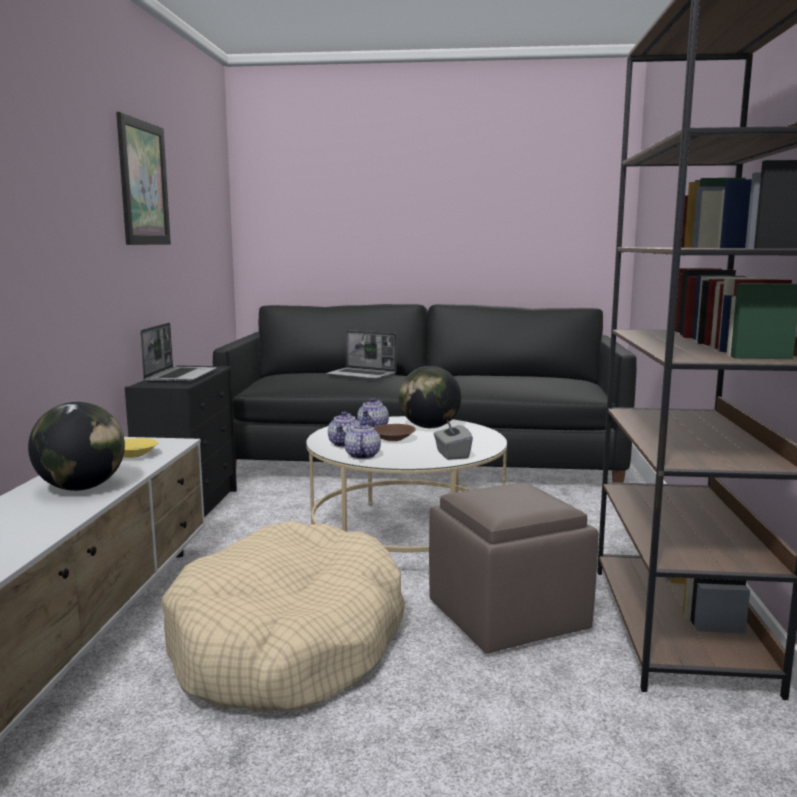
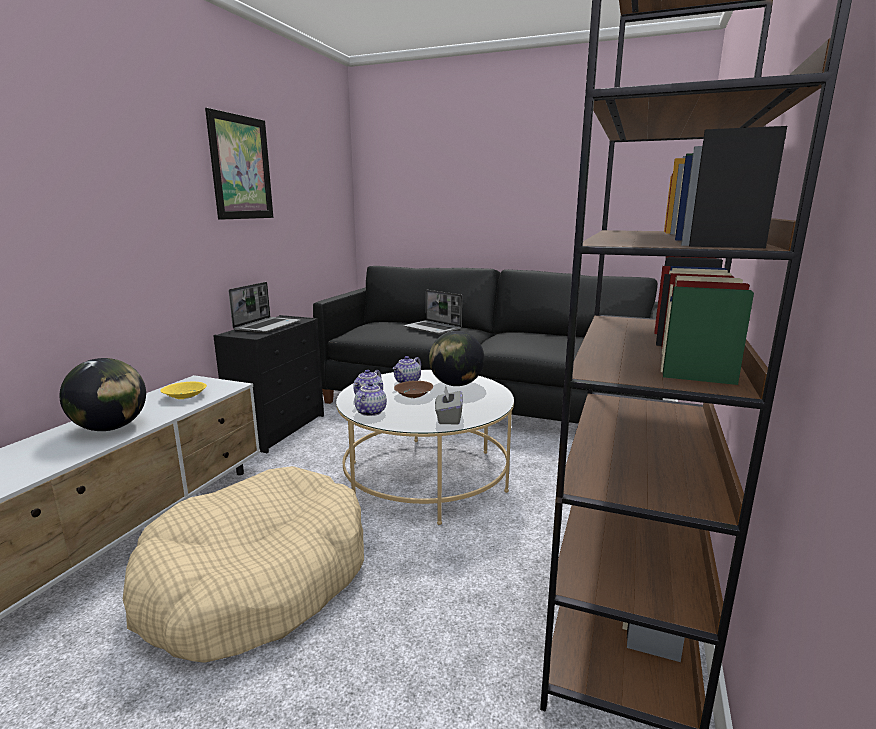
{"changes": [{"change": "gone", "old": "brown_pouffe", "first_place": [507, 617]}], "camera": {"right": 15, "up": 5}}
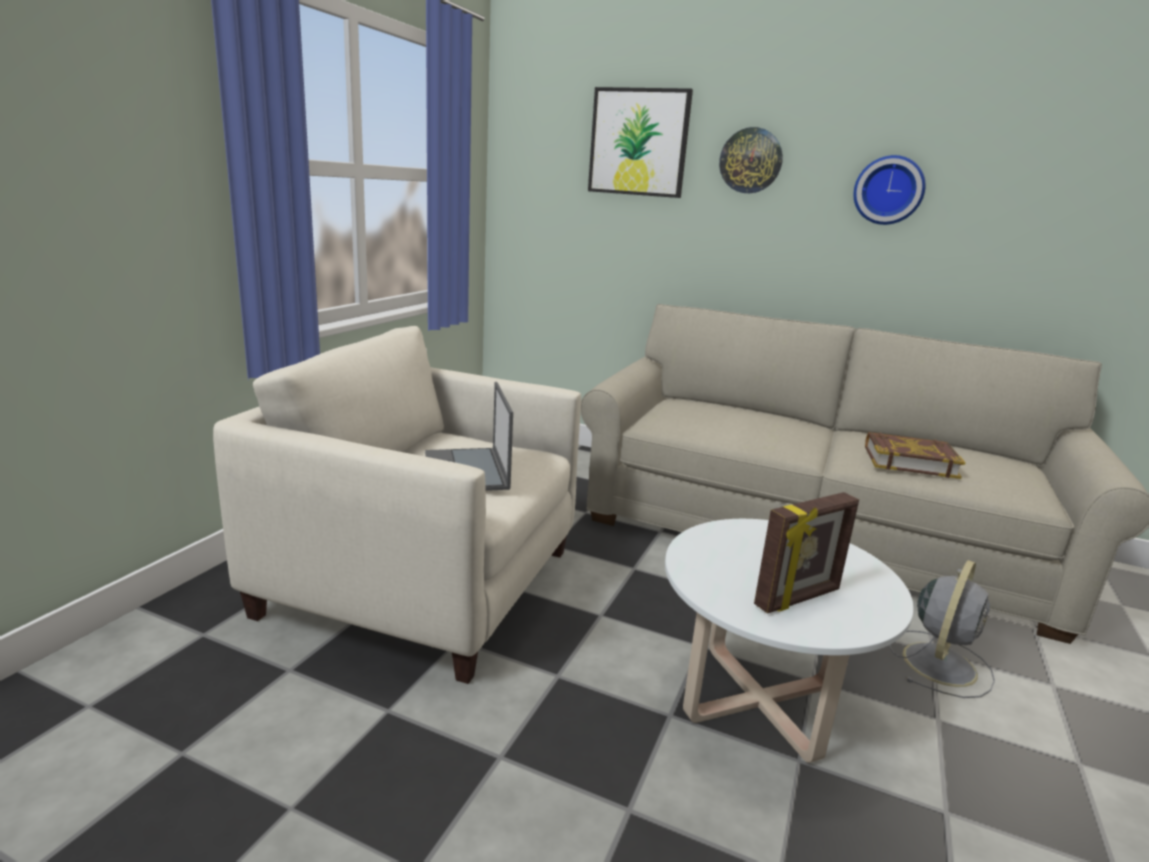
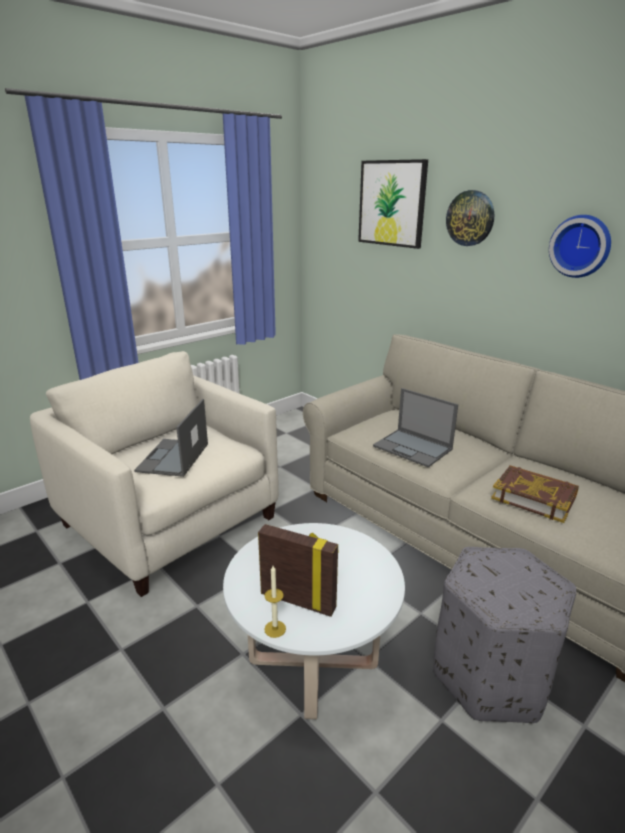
{"changes": [{"change": "rotated", "old": "picture_frame", "first_place": [798, 598], "second_place": [298, 600], "degrees": -150}, {"change": "new", "new": "candle", "second_place": [275, 629]}, {"change": "new", "new": "laptop", "second_place": [413, 448]}, {"change": "swapped", "old": "grey_cooling_fan", "new": "grey_pouffe", "first_place": [940, 662], "second_place": [491, 675]}], "camera": {"right": 25, "up": 5}}
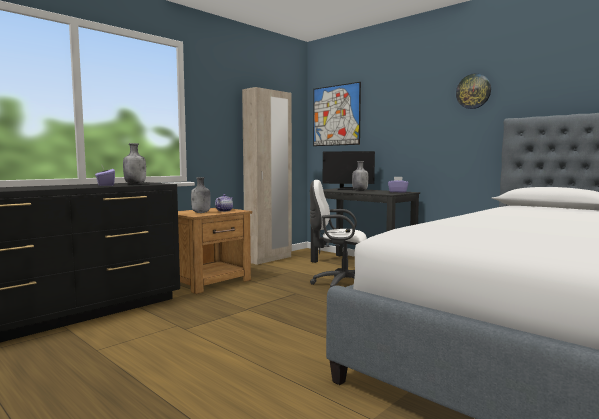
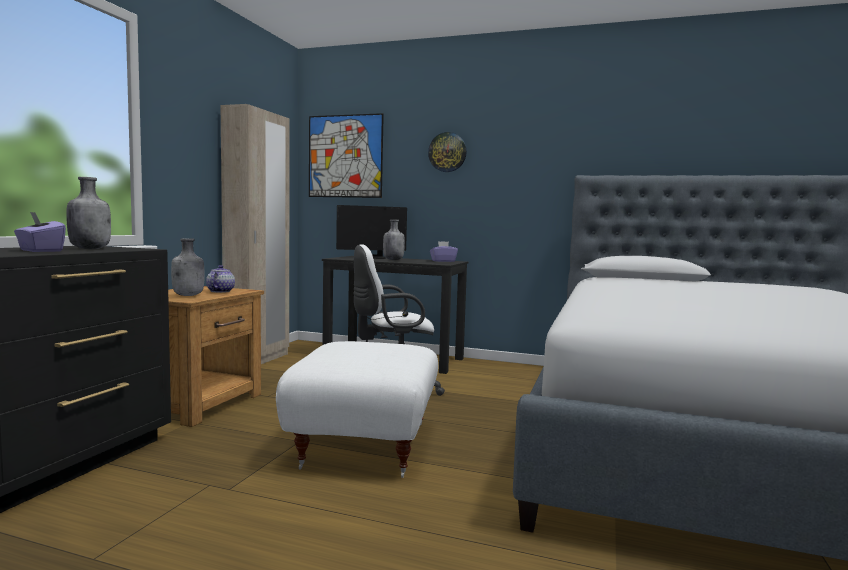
{"changes": [{"change": "new", "new": "white_pouffe", "second_place": [363, 444]}, {"change": "shifted", "old": "hanging_clock", "first_place": [473, 91], "second_place": [447, 152]}], "camera": {"right": -25, "up": 0}}
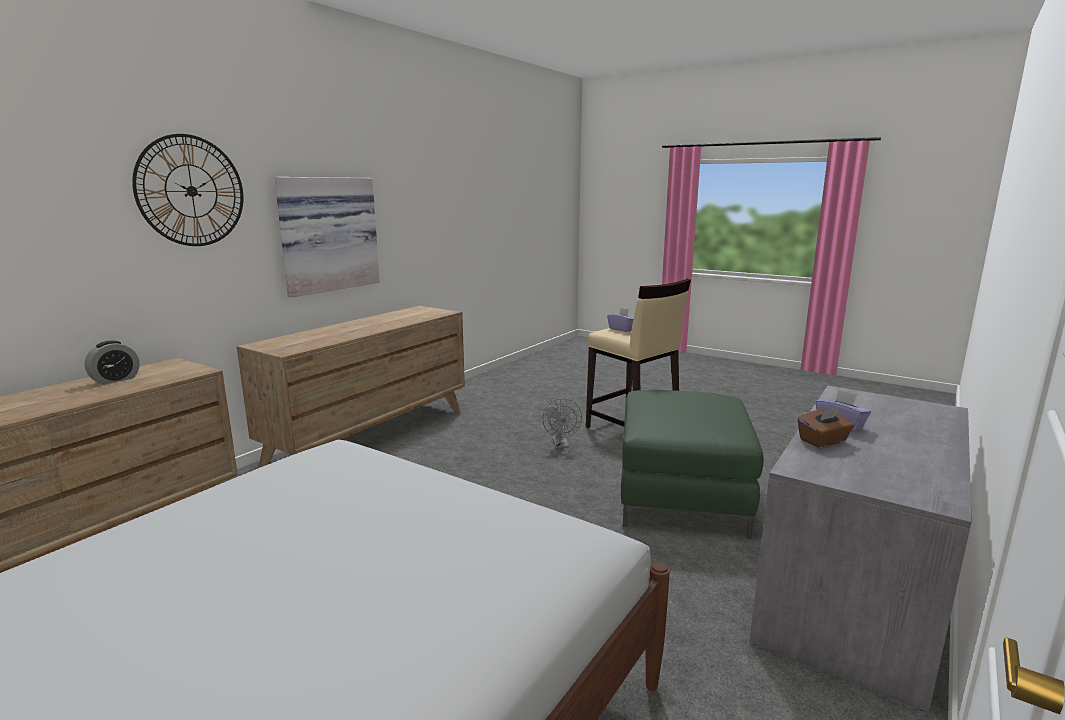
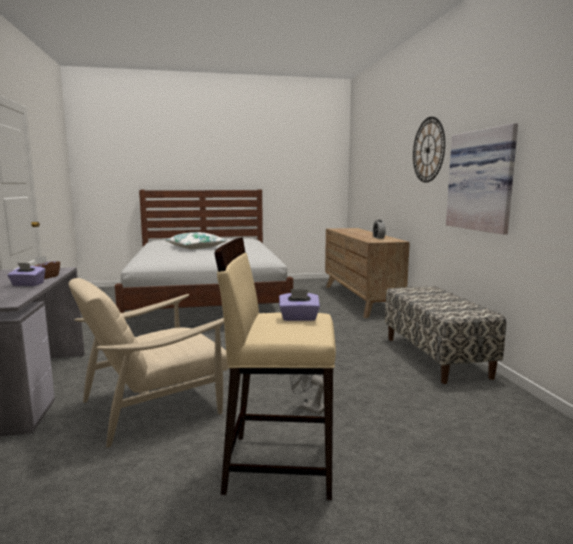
{"changes": [{"change": "swapped", "old": "greenish_pouffe", "new": "beige_easy_chair", "first_place": [681, 495], "second_place": [155, 405]}, {"change": "new", "new": "white_pillow", "second_place": [196, 247]}, {"change": "swapped", "old": "brown_drawer_chest", "new": "bench", "first_place": [371, 435], "second_place": [436, 357]}], "camera": {"right": 135, "up": -5}}
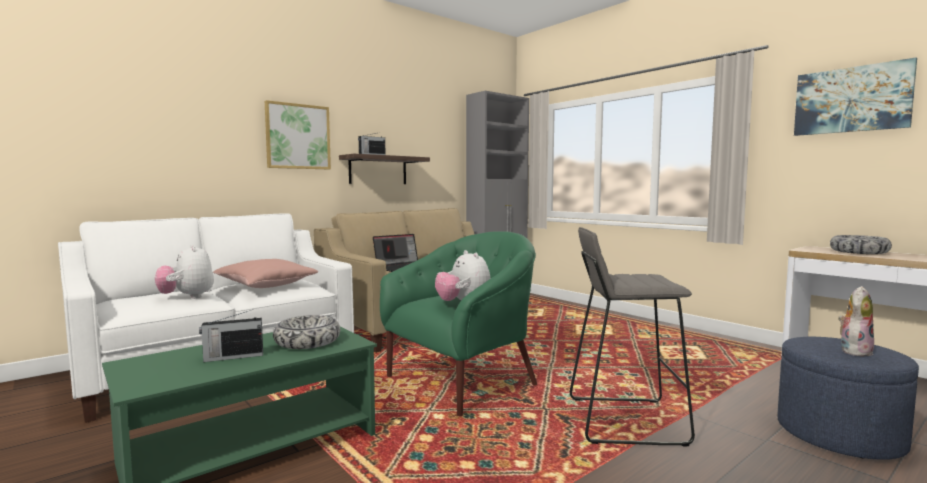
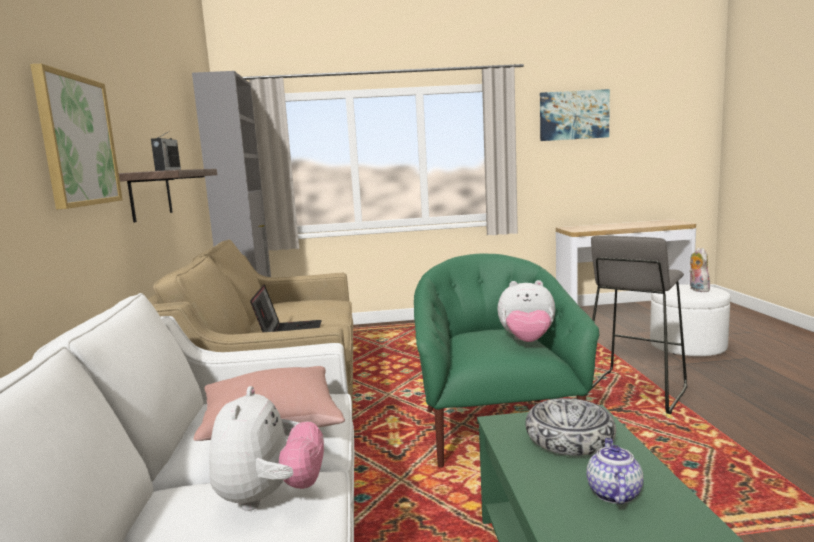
{"changes": [{"change": "rotated", "old": "soft_toy", "first_place": [187, 297], "second_place": [270, 497], "degrees": -90}, {"change": "swapped", "old": "radio_receiver", "new": "teapot", "first_place": [232, 357], "second_place": [613, 493]}, {"change": "repainted", "old": "blue_pouffe", "new": "white_pouffe", "first_place": [839, 434], "second_place": [687, 346]}, {"change": "gone", "old": "serving_bowl", "first_place": [859, 252]}], "camera": {"right": -55, "up": 5}}
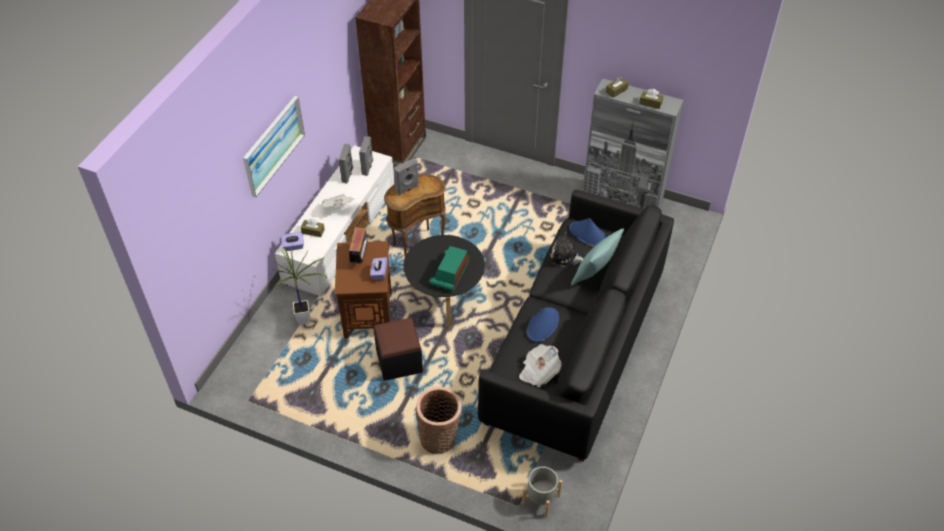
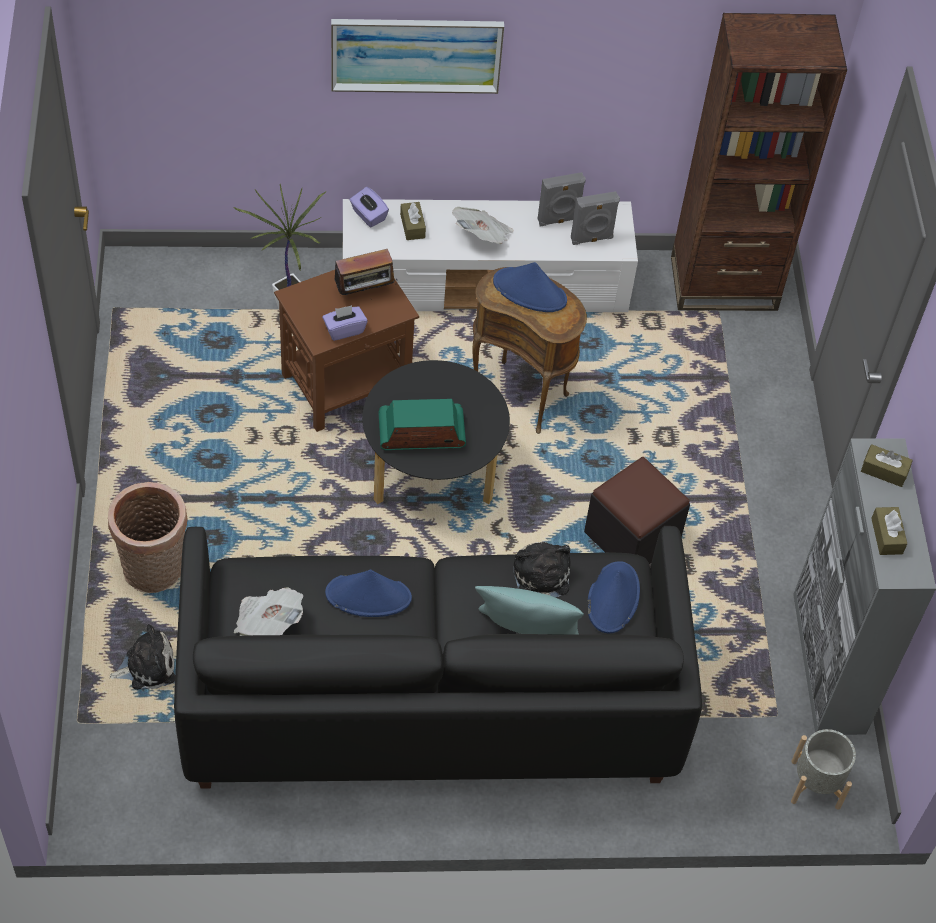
{"changes": [{"change": "new", "new": "soft_toy", "second_place": [147, 666]}, {"change": "swapped", "old": "grey_audio_speaker", "new": "blue_clothing_hat", "first_place": [407, 189], "second_place": [530, 291]}, {"change": "shifted", "old": "black-coloured_pouffe", "first_place": [399, 361], "second_place": [632, 536]}, {"change": "shifted", "old": "grey_planter", "first_place": [541, 499], "second_place": [815, 784]}], "camera": {"right": 60, "up": 5}}
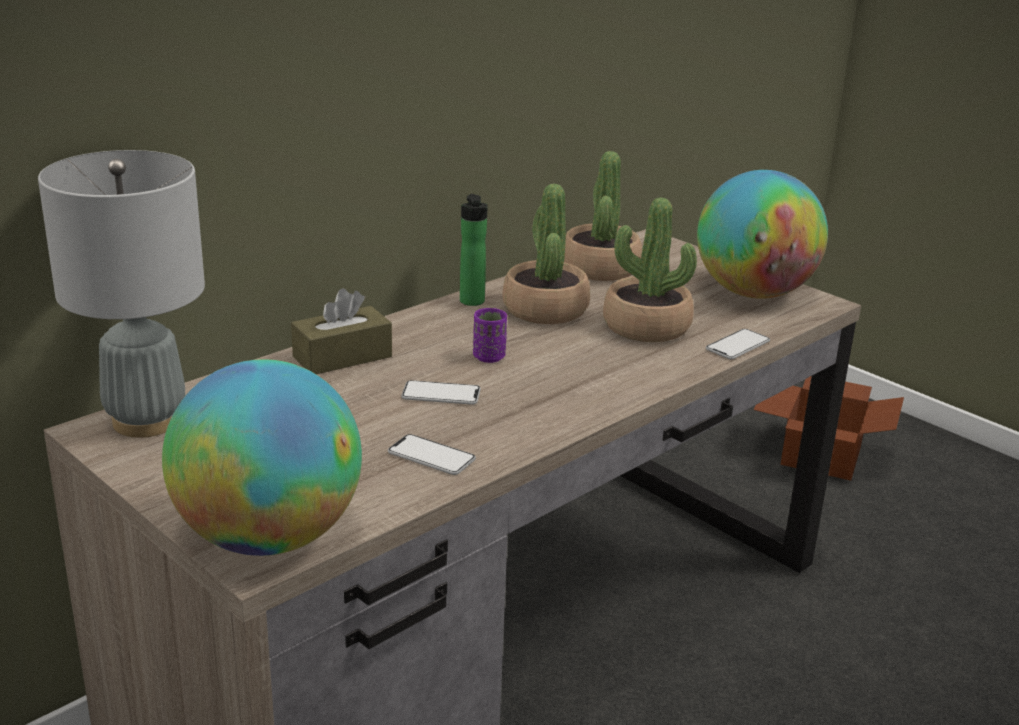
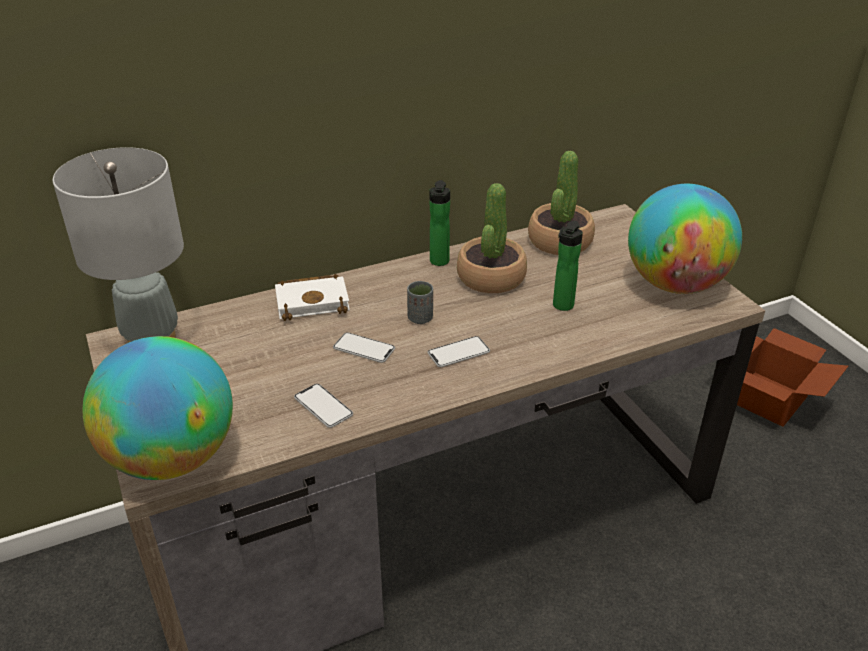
{"changes": [{"change": "swapped", "old": "brown_tissue_box", "new": "white_book", "first_place": [342, 357], "second_place": [314, 301]}, {"change": "repainted", "old": "purplish_cup", "new": "grey_cup", "first_place": [489, 357], "second_place": [420, 318]}, {"change": "shifted", "old": "telephone", "first_place": [737, 346], "second_place": [458, 353]}, {"change": "swapped", "old": "houseplant", "new": "drink_bottle", "first_place": [646, 327], "second_place": [562, 307]}], "camera": {"right": 20, "up": 10}}
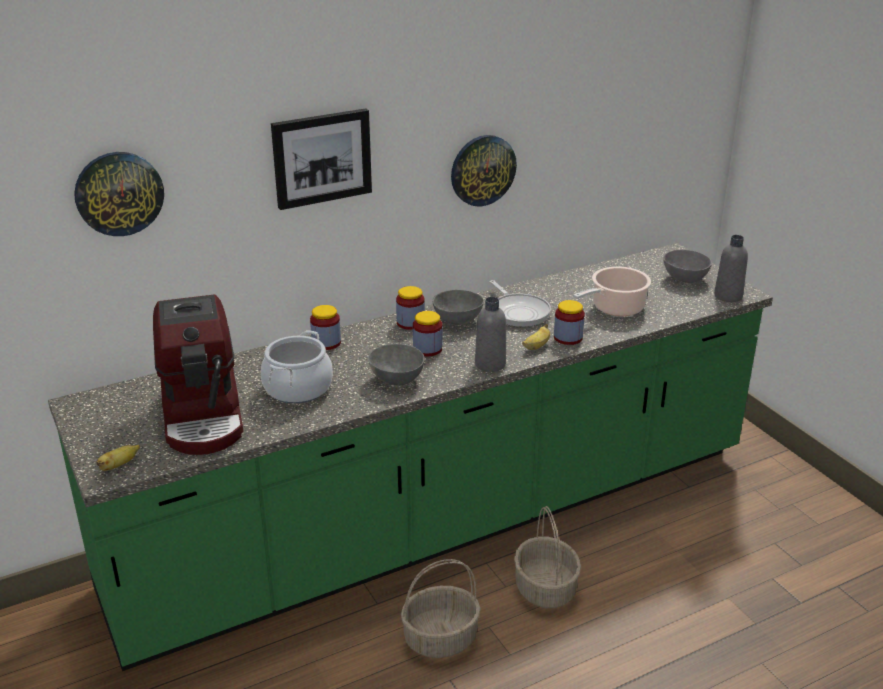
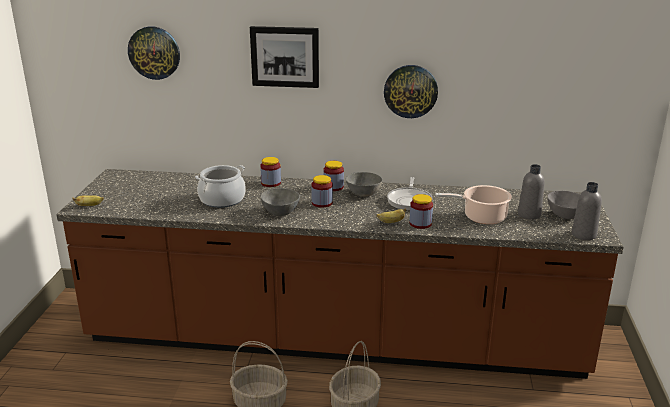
{"changes": [{"change": "repainted", "old": "greenish_kitchen_base_unit", "new": "brown_kitchen_base_unit", "first_place": [441, 521], "second_place": [334, 339]}, {"change": "shifted", "old": "grey_drink_bottle", "first_place": [490, 364], "second_place": [529, 215]}, {"change": "gone", "old": "coffee_maker", "first_place": [204, 416]}], "camera": {"right": 35, "up": -5}}
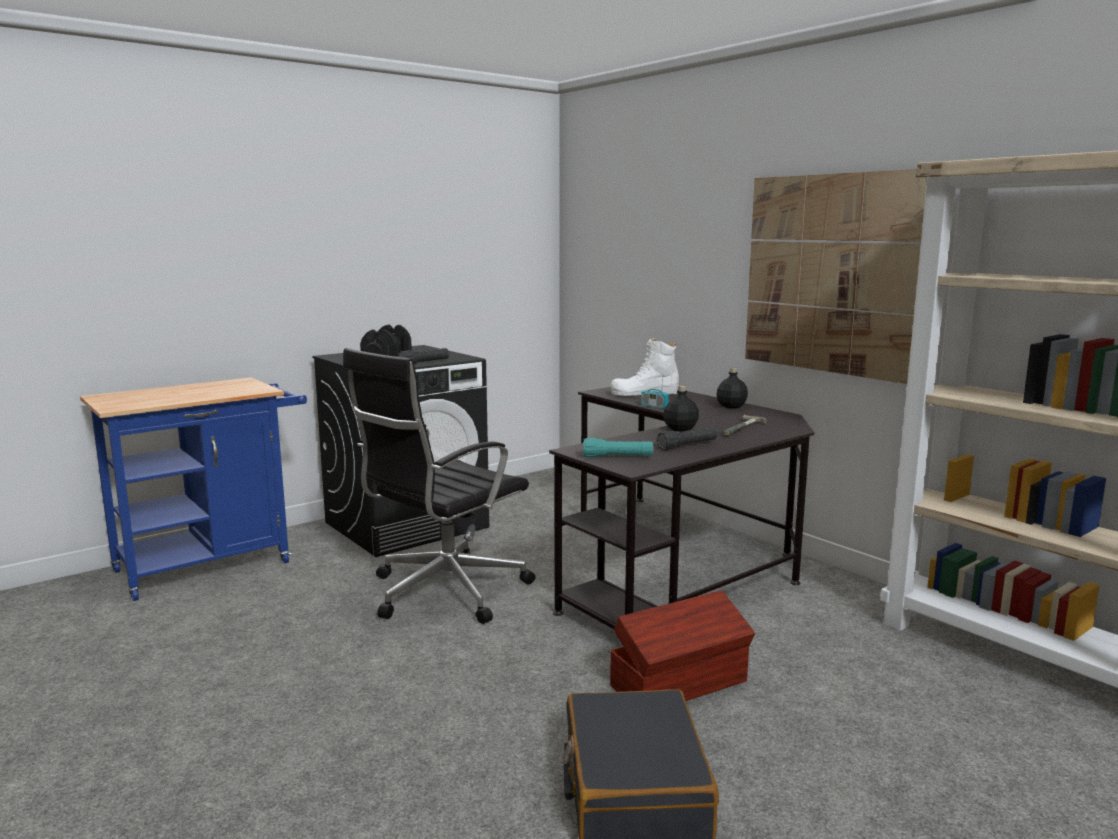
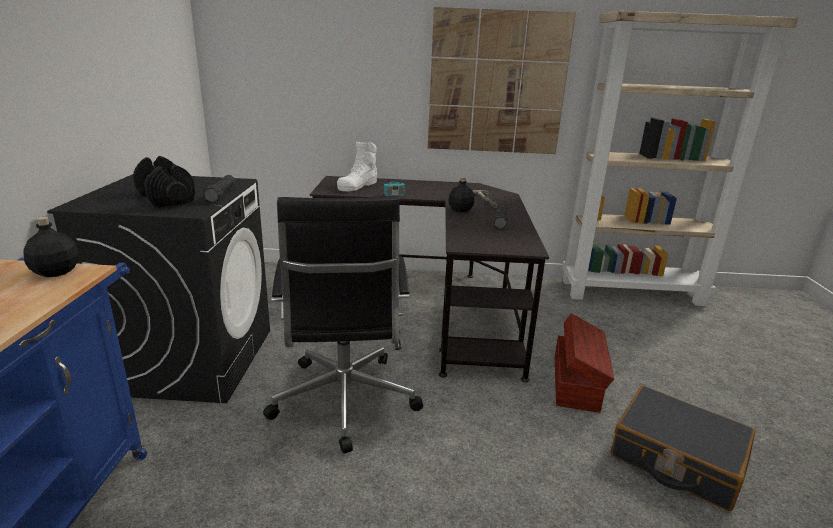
{"changes": [{"change": "shifted", "old": "black-coloured_drink_bottle", "first_place": [731, 406], "second_place": [55, 272]}, {"change": "gone", "old": "turquoise_torch", "first_place": [617, 457]}], "camera": {"right": -50, "up": 10}}
